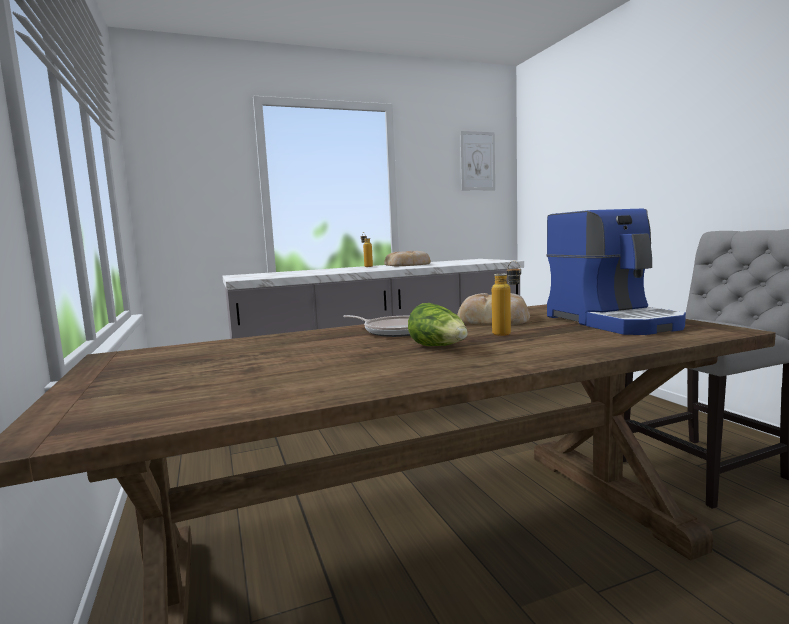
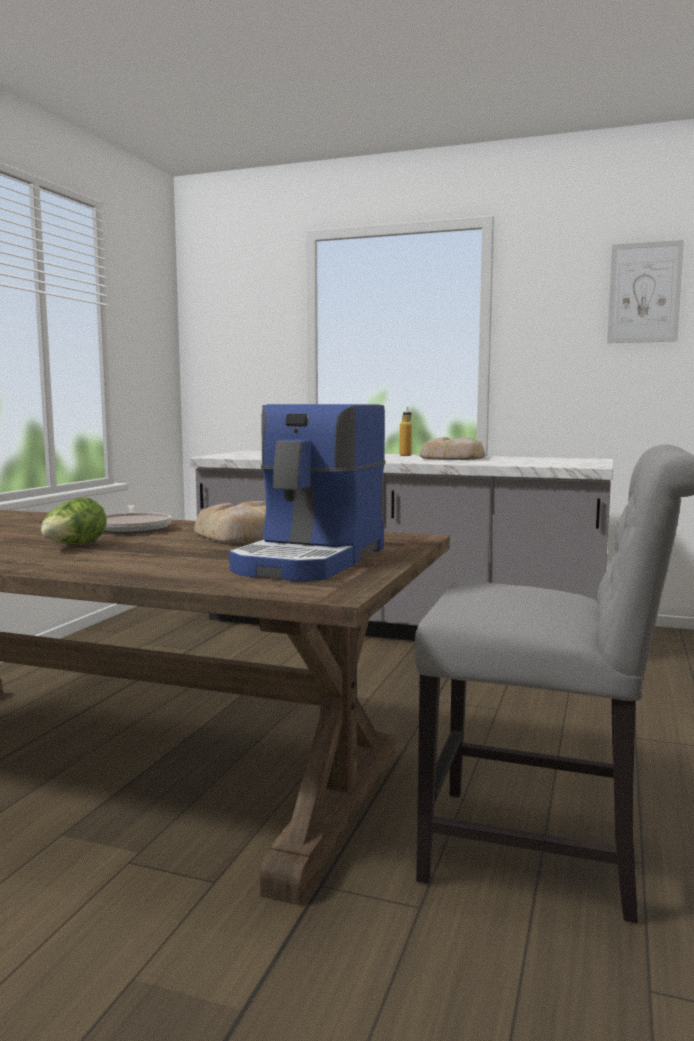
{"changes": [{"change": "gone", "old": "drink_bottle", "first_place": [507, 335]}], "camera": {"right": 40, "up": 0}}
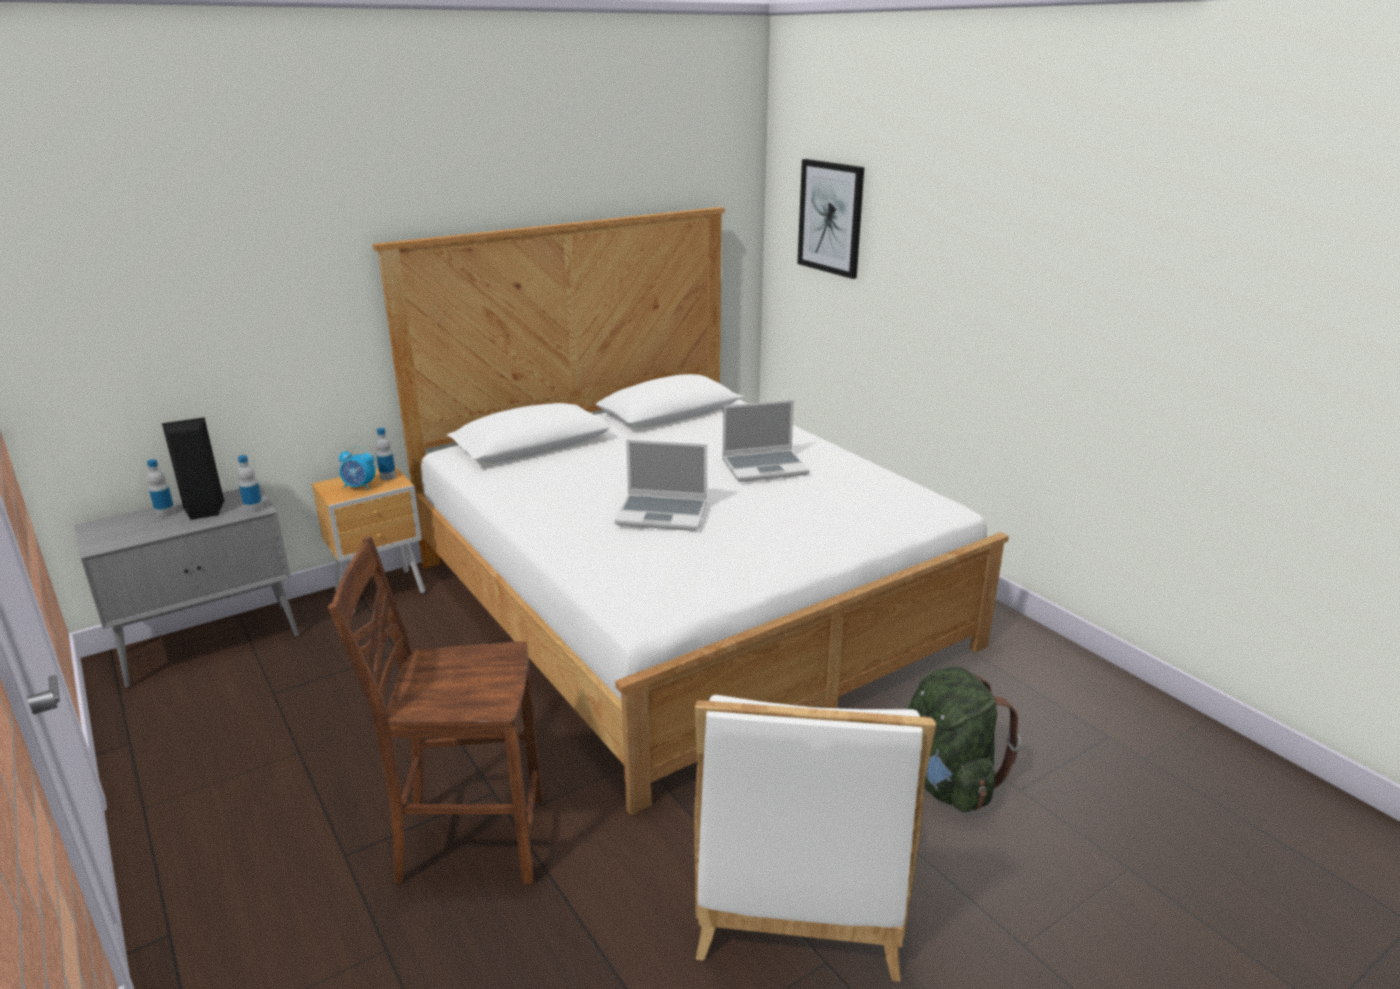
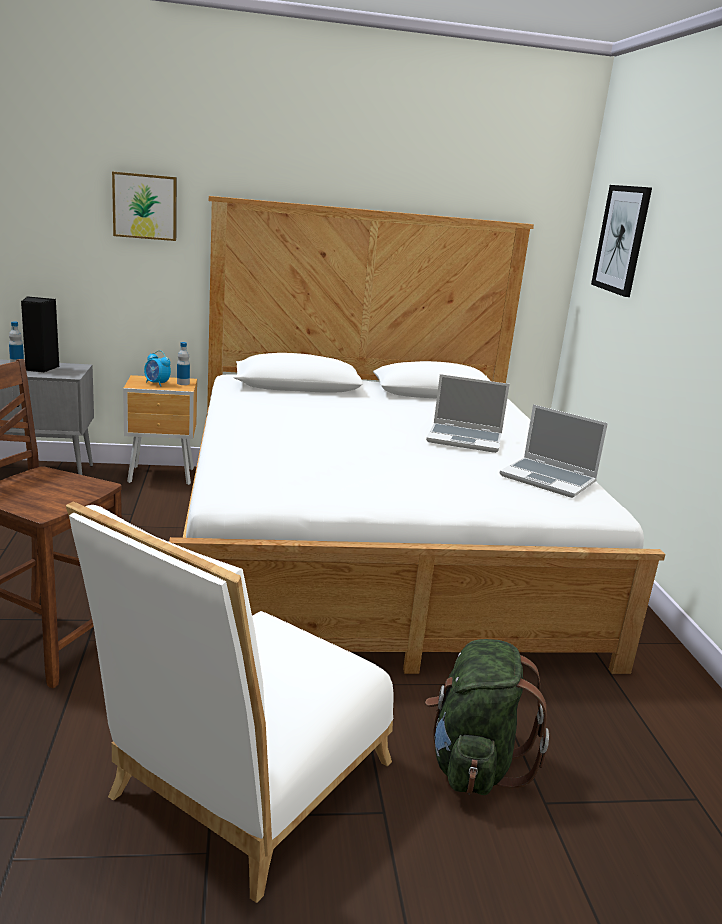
{"changes": [{"change": "new", "new": "wall_art", "second_place": [145, 206]}, {"change": "shifted", "old": "laptop", "first_place": [663, 514], "second_place": [549, 479]}, {"change": "gone", "old": "drink_bottle", "first_place": [253, 508]}], "camera": {"right": 25, "up": -5}}
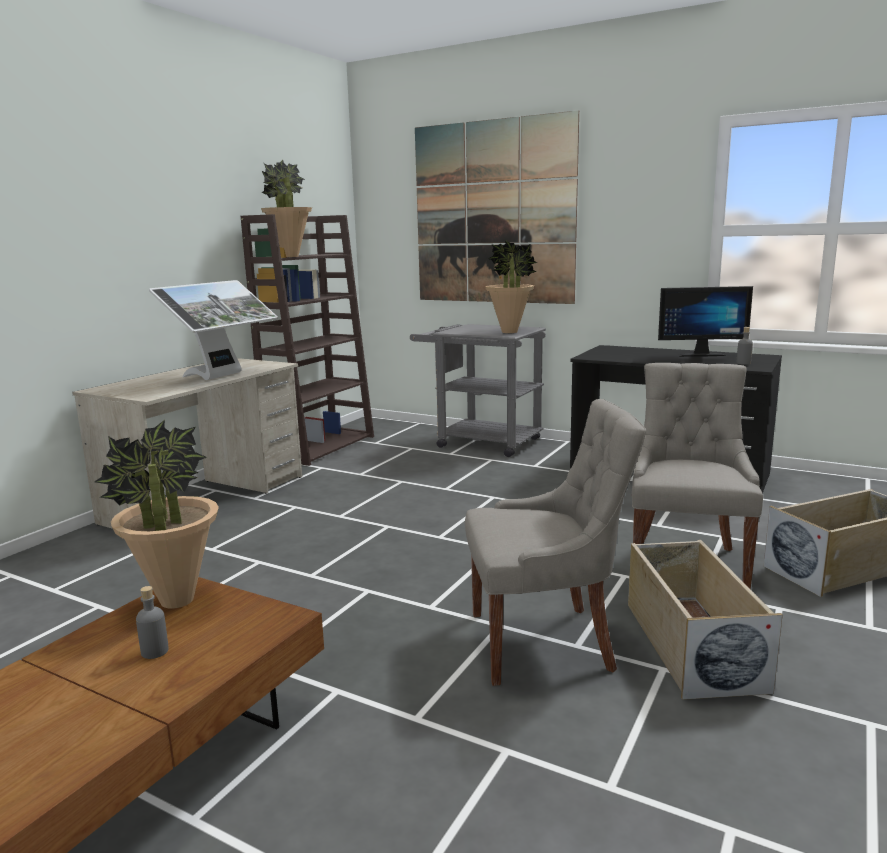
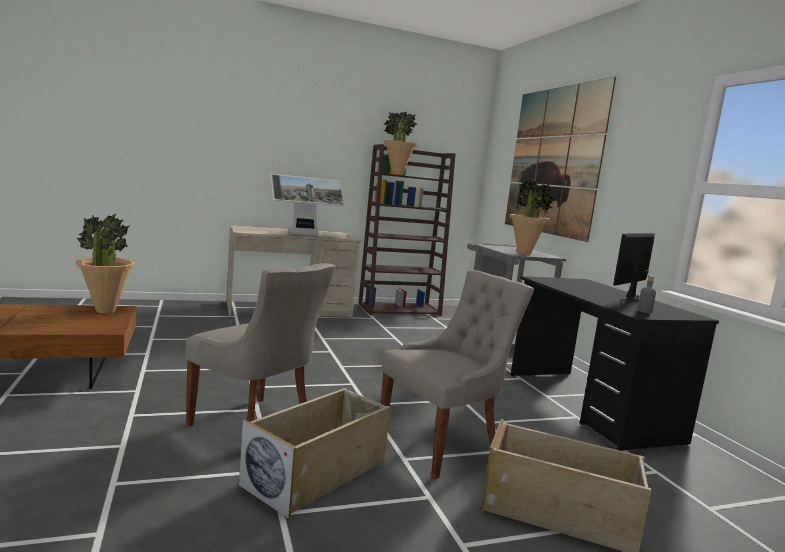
{"changes": [{"change": "rotated", "old": "monitor", "first_place": [699, 354], "second_place": [636, 300], "degrees": 90}, {"change": "gone", "old": "grey_drink_bottle", "first_place": [155, 651]}], "camera": {"right": 40, "up": -5}}
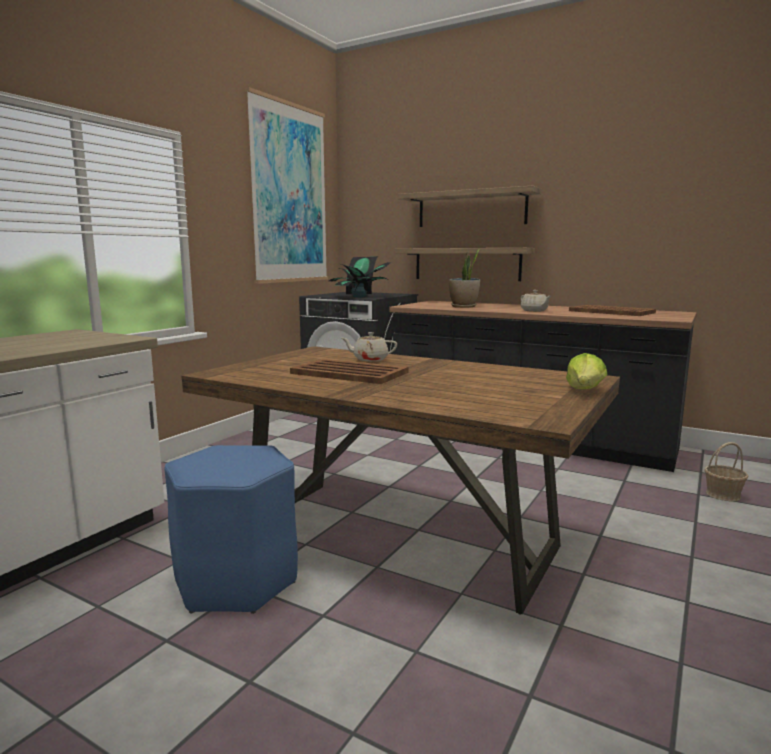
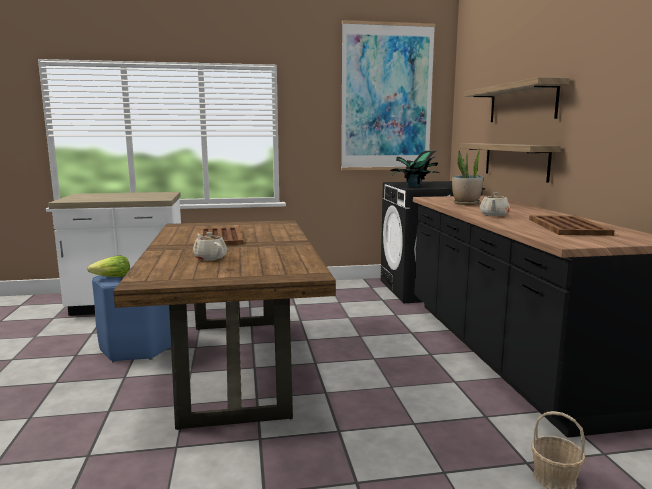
{"changes": [{"change": "shifted", "old": "lettuce_head", "first_place": [585, 391], "second_place": [112, 277]}, {"change": "shifted", "old": "beige_teapot", "first_place": [369, 359], "second_place": [210, 258]}], "camera": {"right": 50, "up": 0}}
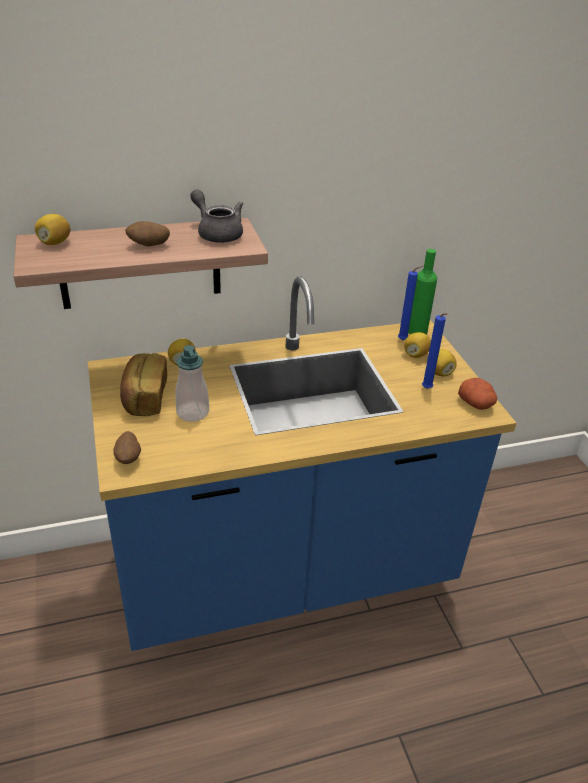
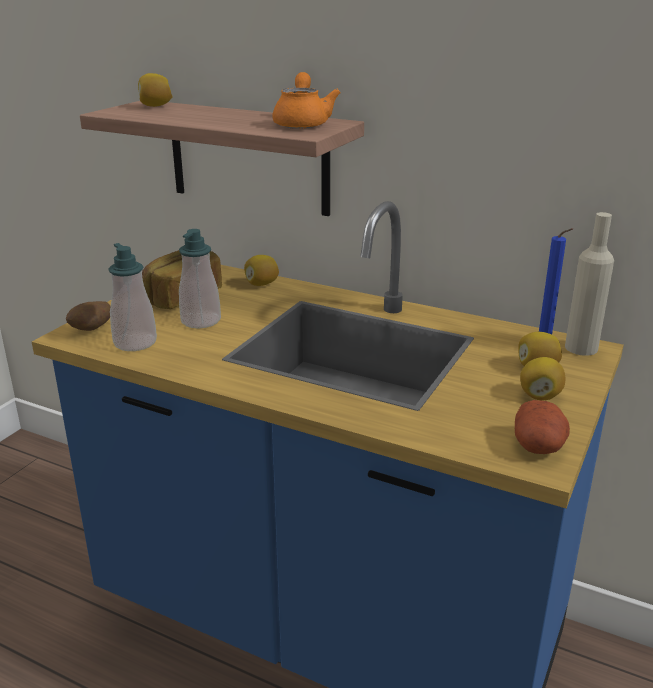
{"changes": [{"change": "new", "new": "soap_dispenser", "second_place": [135, 343]}, {"change": "repainted", "old": "grey_teapot", "new": "orangey_teapot", "first_place": [217, 233], "second_place": [302, 123]}, {"change": "repainted", "old": "greenish_drink_bottle", "new": "beige_drink_bottle", "first_place": [417, 331], "second_place": [581, 348]}, {"change": "gone", "old": "potato", "first_place": [148, 245]}, {"change": "gone", "old": "blue_candle", "first_place": [427, 389]}], "camera": {"right": 45, "up": -10}}
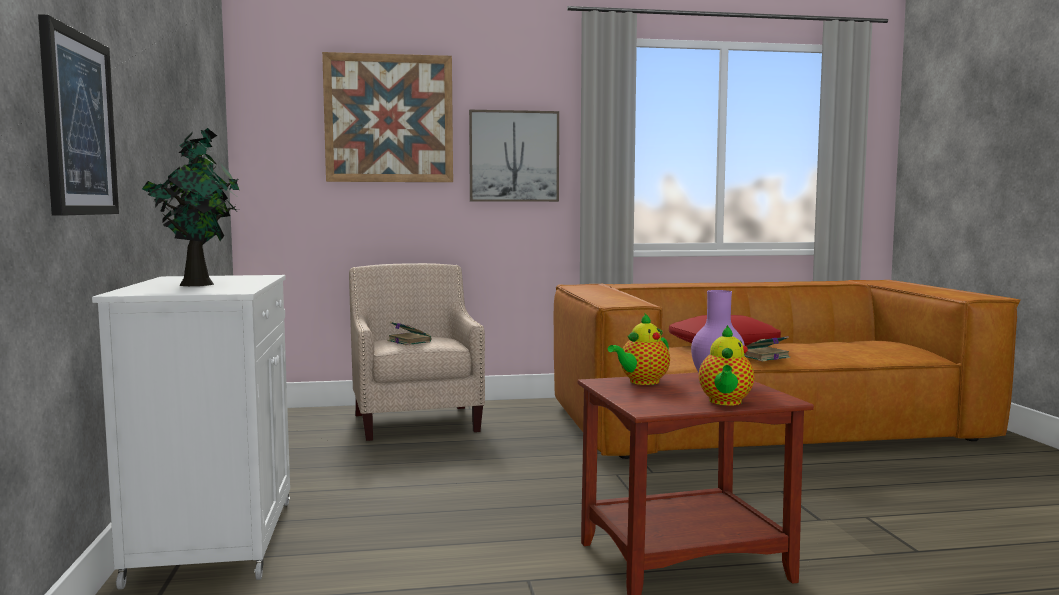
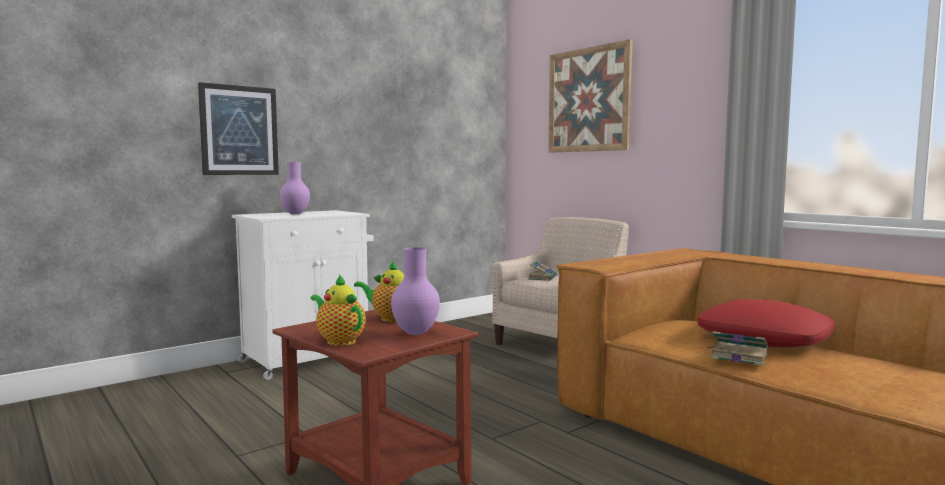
{"changes": [{"change": "swapped", "old": "houseplant", "new": "purplish_vase", "first_place": [198, 284], "second_place": [296, 214]}, {"change": "rotated", "old": "teapot", "first_place": [725, 402], "second_place": [339, 341], "degrees": 60}, {"change": "gone", "old": "wall_art", "first_place": [514, 156]}], "camera": {"right": 60, "up": 0}}
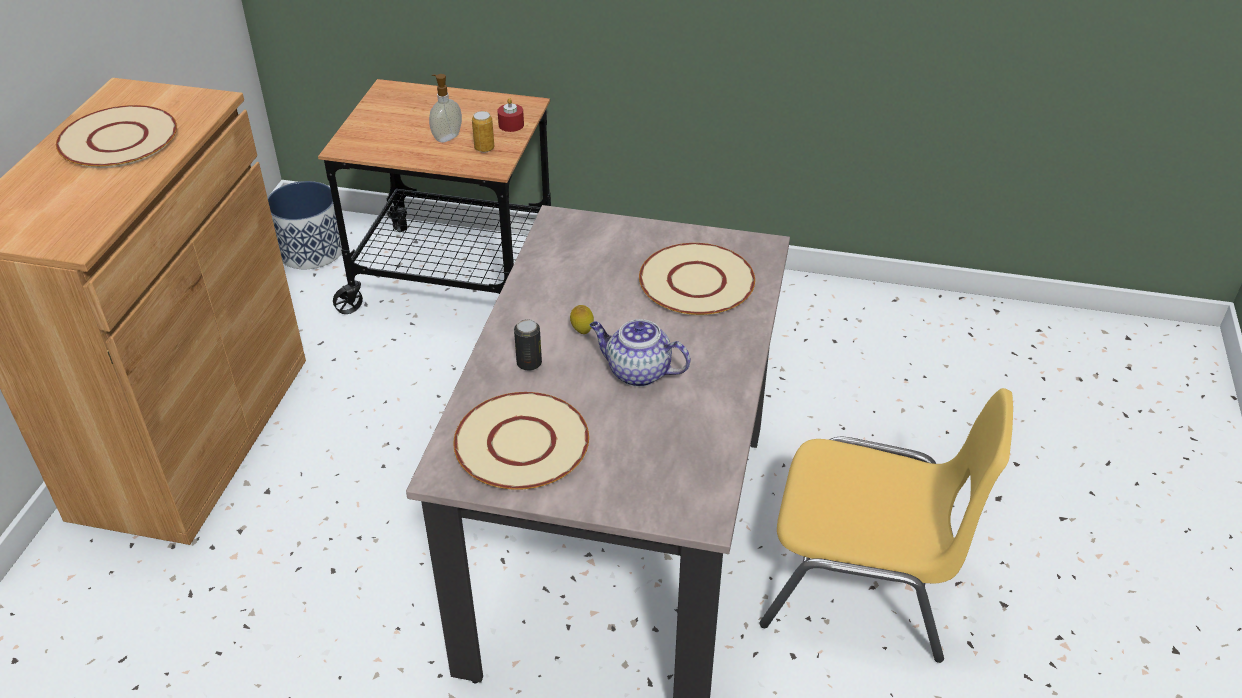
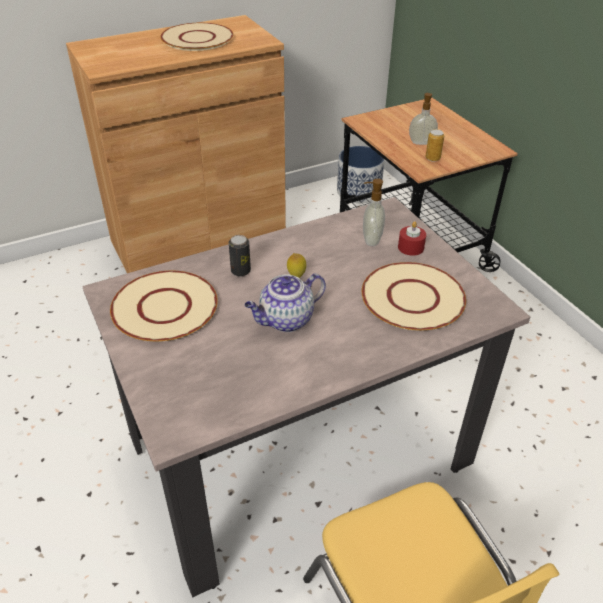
{"changes": [{"change": "rotated", "old": "teapot", "first_place": [637, 372], "second_place": [285, 320], "degrees": -105}, {"change": "new", "new": "soap_dispenser", "second_place": [370, 240]}, {"change": "shifted", "old": "red-coloured_candle", "first_place": [511, 125], "second_place": [410, 247]}], "camera": {"right": 50, "up": 0}}
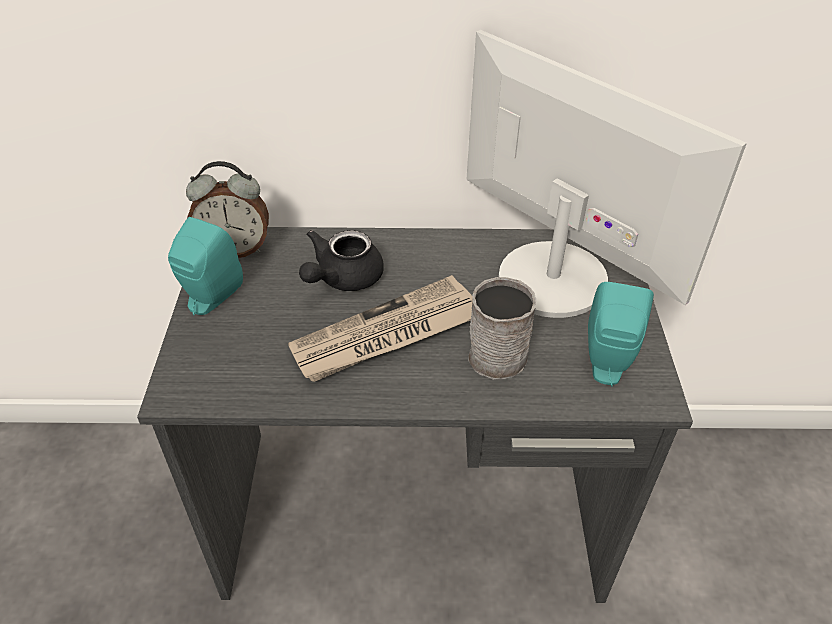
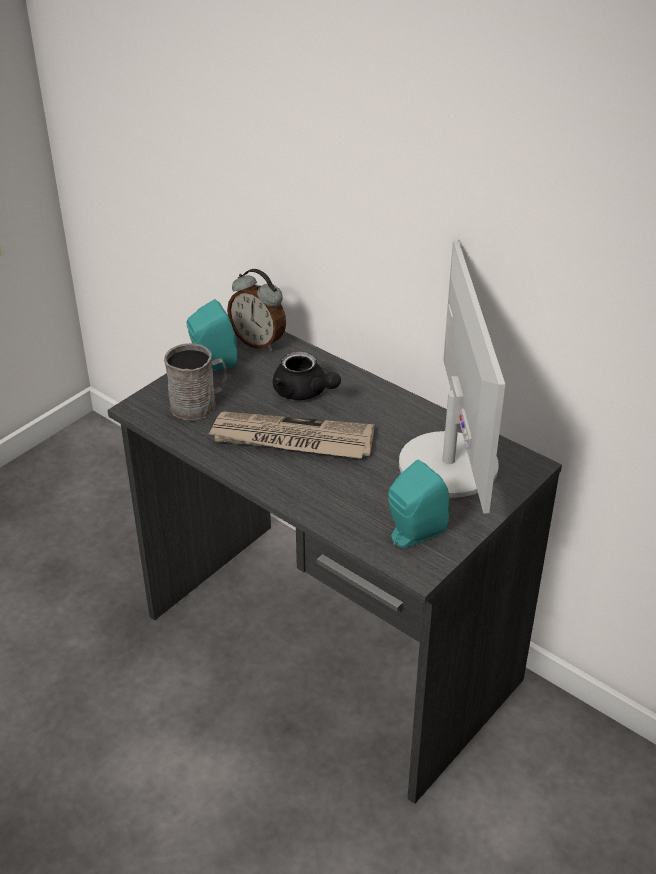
{"changes": [{"change": "shifted", "old": "grey_coffee_mug", "first_place": [500, 350], "second_place": [199, 404]}, {"change": "rotated", "old": "black-coloured_teapot", "first_place": [342, 279], "second_place": [304, 393], "degrees": -120}], "camera": {"right": 40, "up": -5}}
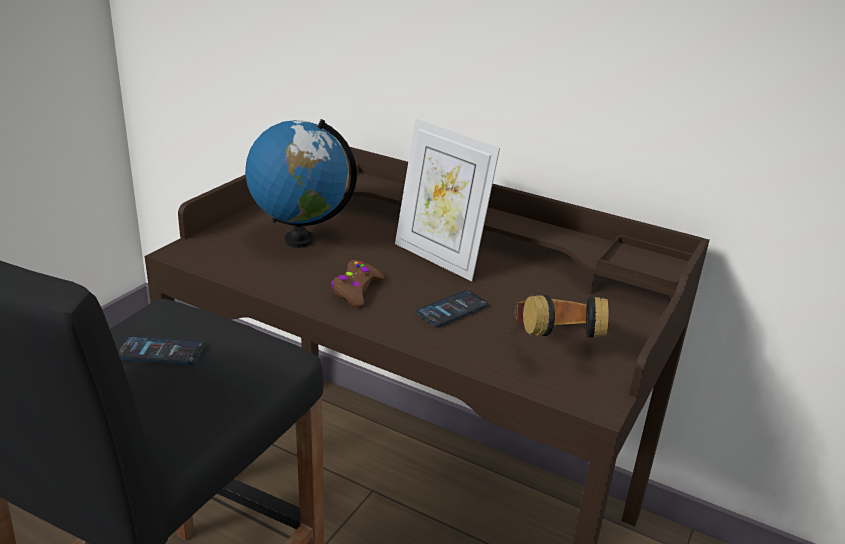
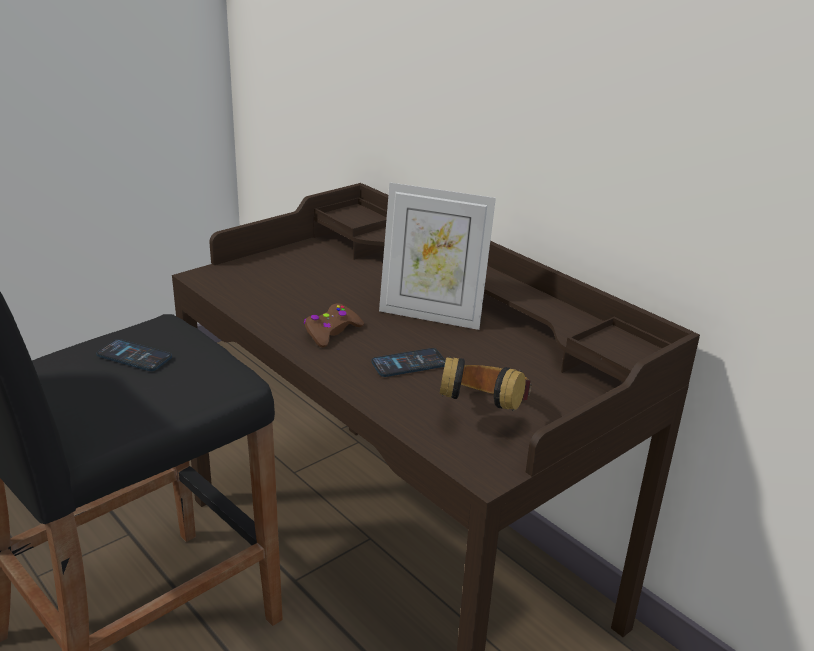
{"changes": [{"change": "rotated", "old": "picture_frame", "first_place": [439, 258], "second_place": [431, 315], "degrees": -45}, {"change": "gone", "old": "world_globe", "first_place": [299, 240]}], "camera": {"right": 20, "up": 0}}
